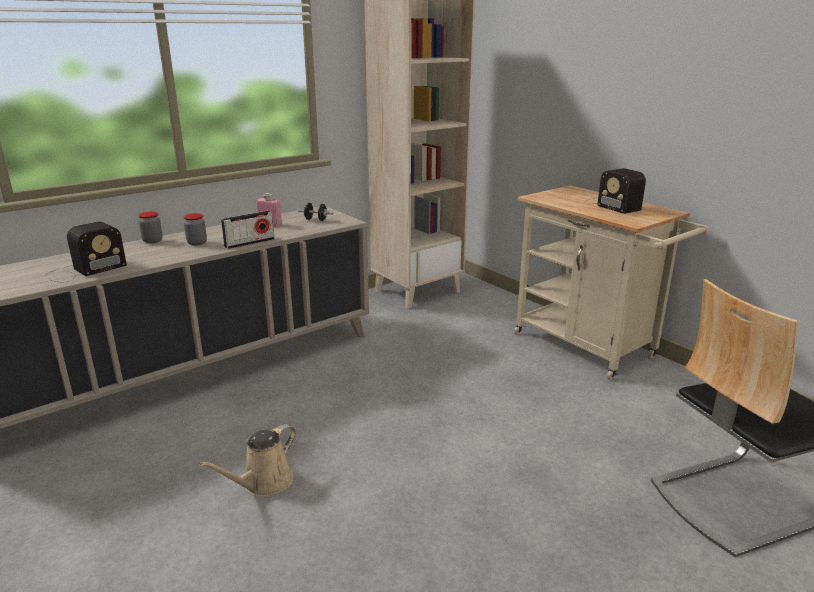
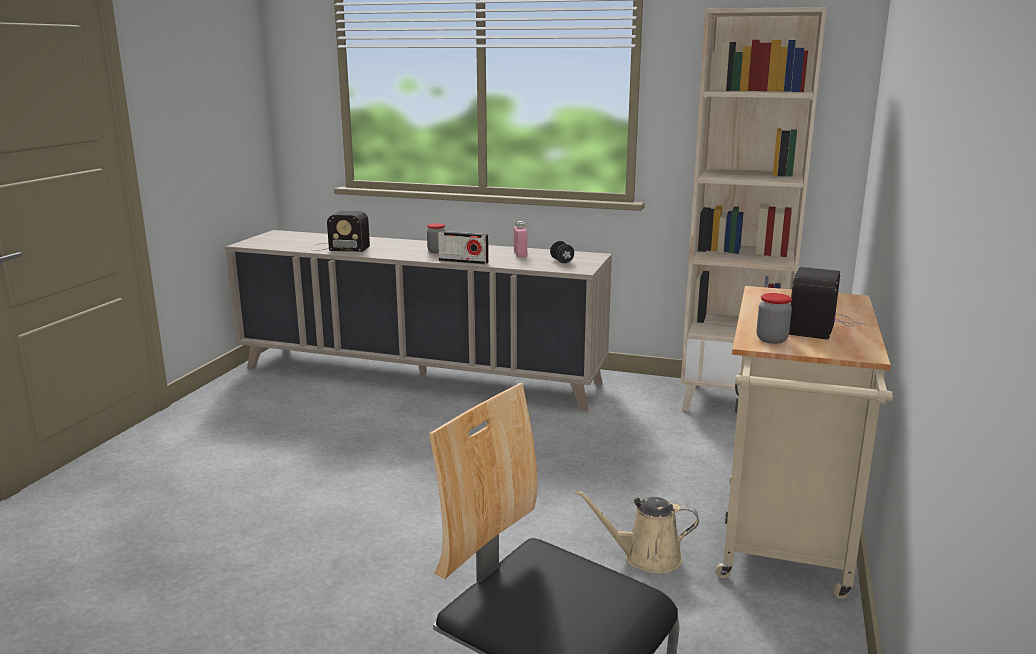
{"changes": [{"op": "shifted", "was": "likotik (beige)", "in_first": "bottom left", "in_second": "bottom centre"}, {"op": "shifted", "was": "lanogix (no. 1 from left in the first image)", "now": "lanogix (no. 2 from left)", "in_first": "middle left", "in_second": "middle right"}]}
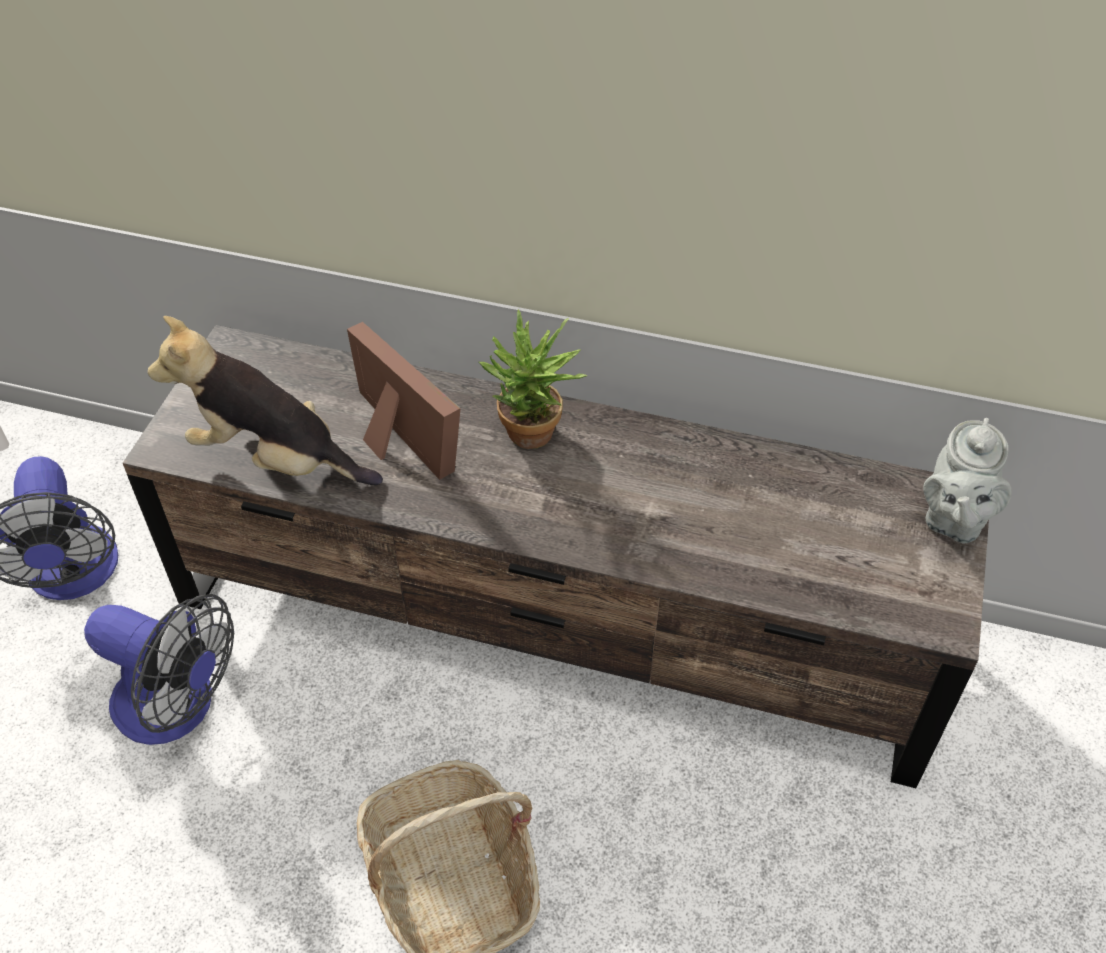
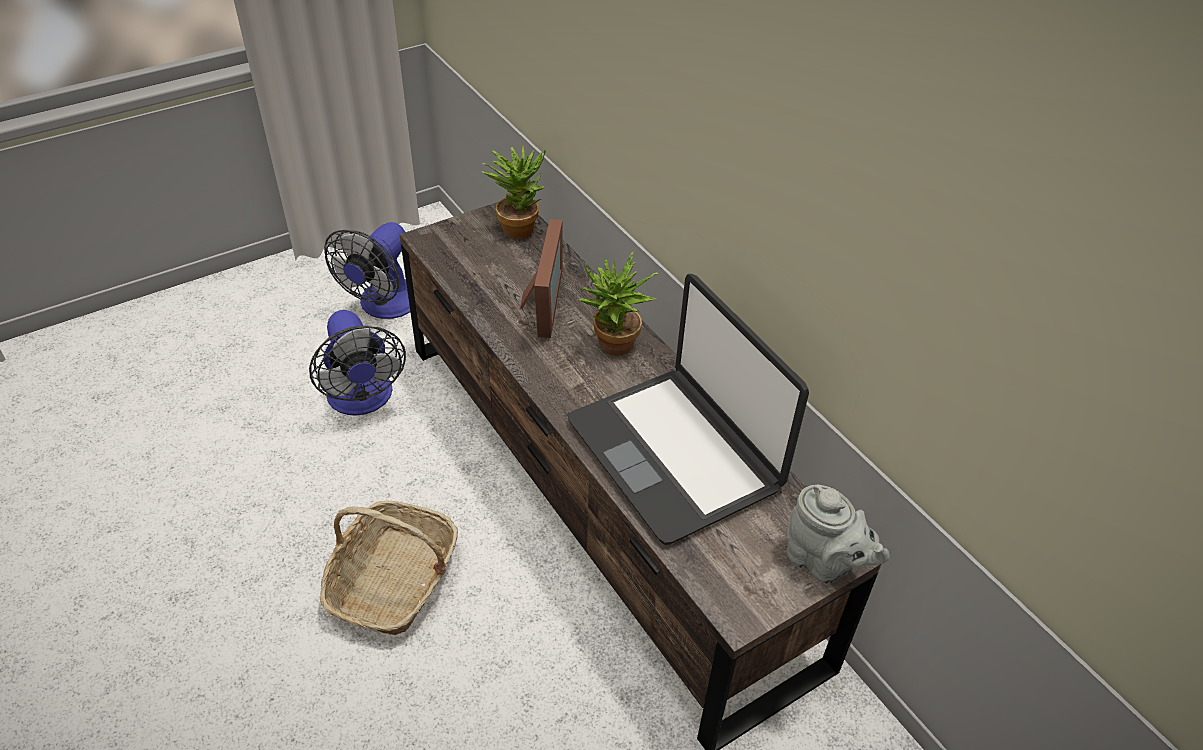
{"changes": [{"op": "new", "now": "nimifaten (no. 1 from left)", "in_second": "top centre"}, {"op": "new", "now": "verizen", "in_second": "centre"}, {"op": "rotated", "was": "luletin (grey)", "in_first": "middle right", "in_second": "bottom right", "clockwise": -105}, {"op": "gone", "was": "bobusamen", "in_first": "middle left"}]}
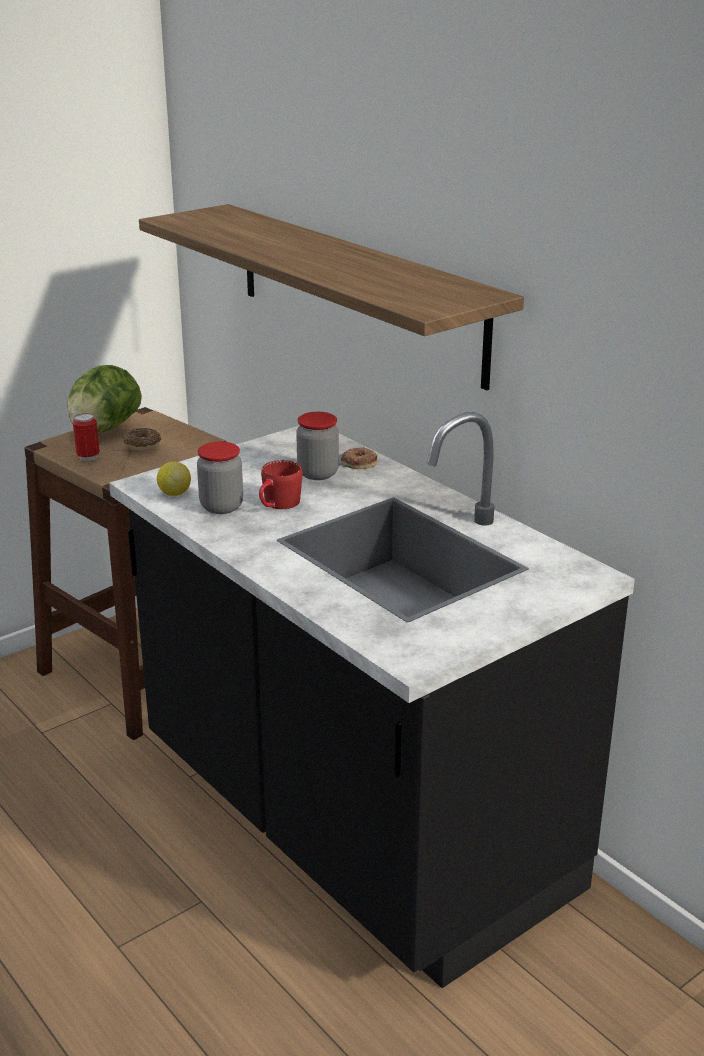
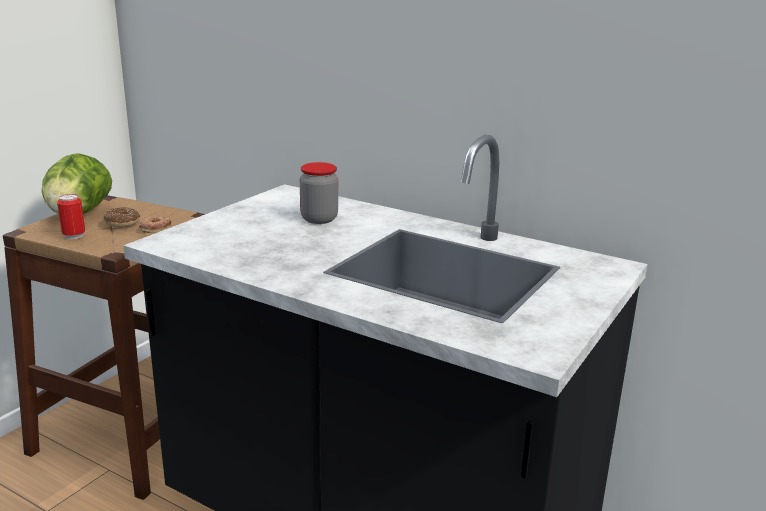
{"changes": [{"op": "shifted", "was": "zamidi (no. 2 from left)", "in_first": "centre", "in_second": "middle left"}, {"op": "gone", "was": "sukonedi", "in_first": "top centre"}, {"op": "gone", "was": "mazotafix", "in_first": "middle left"}, {"op": "gone", "was": "lanogix (no. 1 from left)", "in_first": "middle left"}, {"op": "gone", "was": "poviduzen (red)", "in_first": "centre"}]}
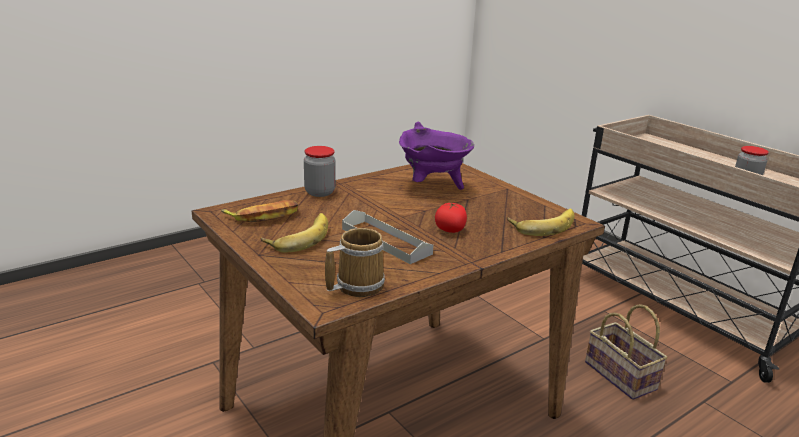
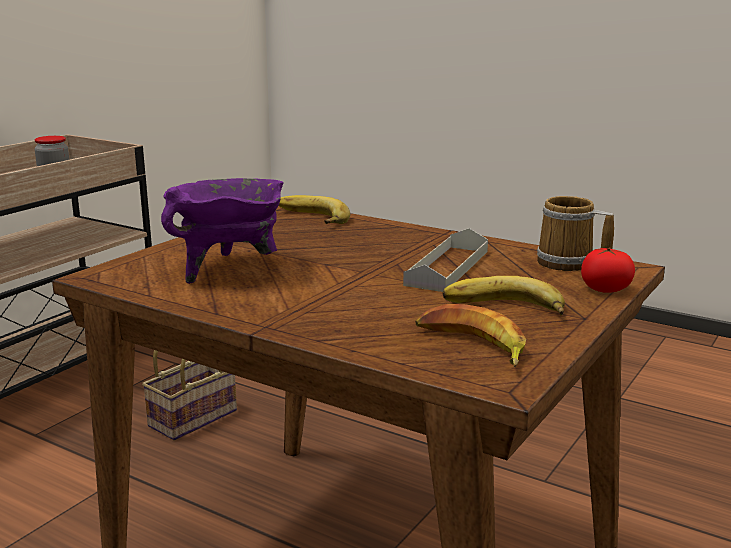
{"changes": [{"op": "shifted", "was": "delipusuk", "in_first": "centre", "in_second": "middle right"}, {"op": "gone", "was": "lanogix (no. 1 from left)", "in_first": "centre"}]}
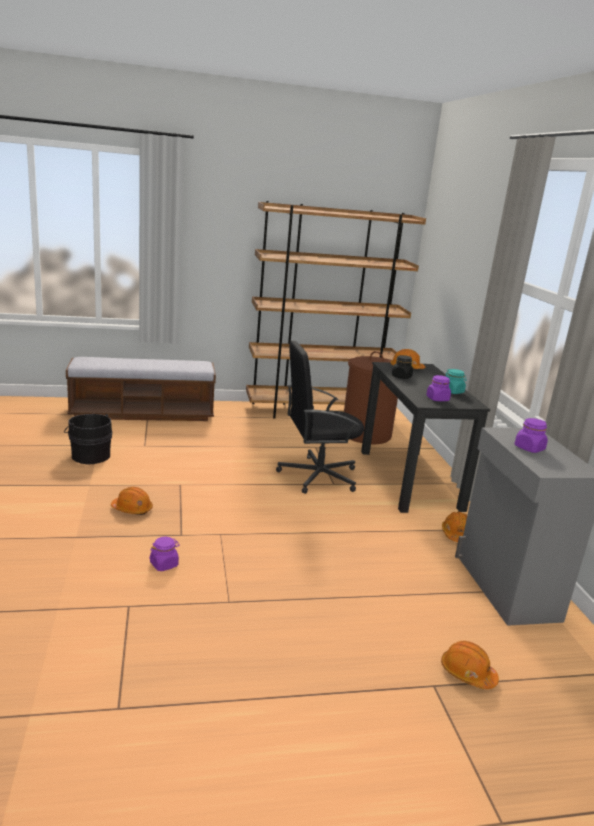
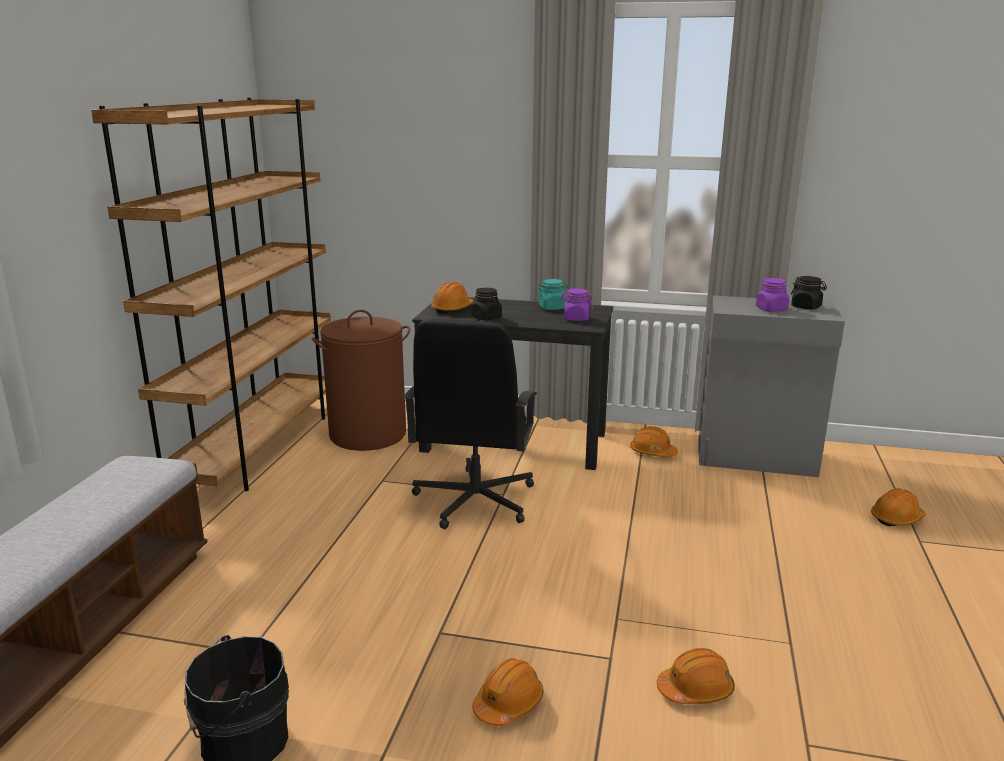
{"changes": [{"op": "swapped", "was": "lanogix (purple) (no. 1 from left)", "now": "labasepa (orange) (no. 4 from left)", "in_first": "bottom left", "in_second": "bottom right"}, {"op": "new", "now": "lanogix (black) (no. 2 from left)", "in_second": "middle right"}]}
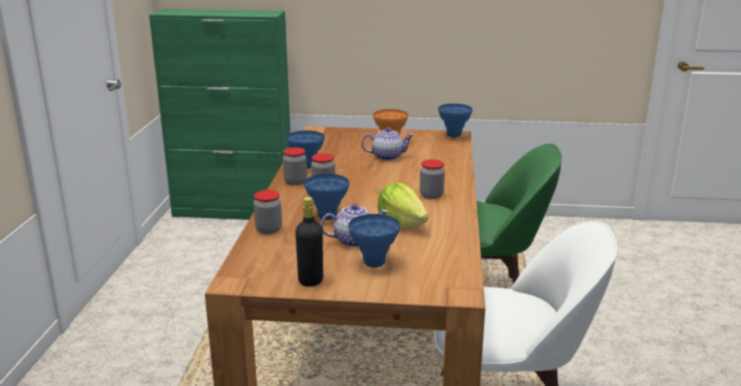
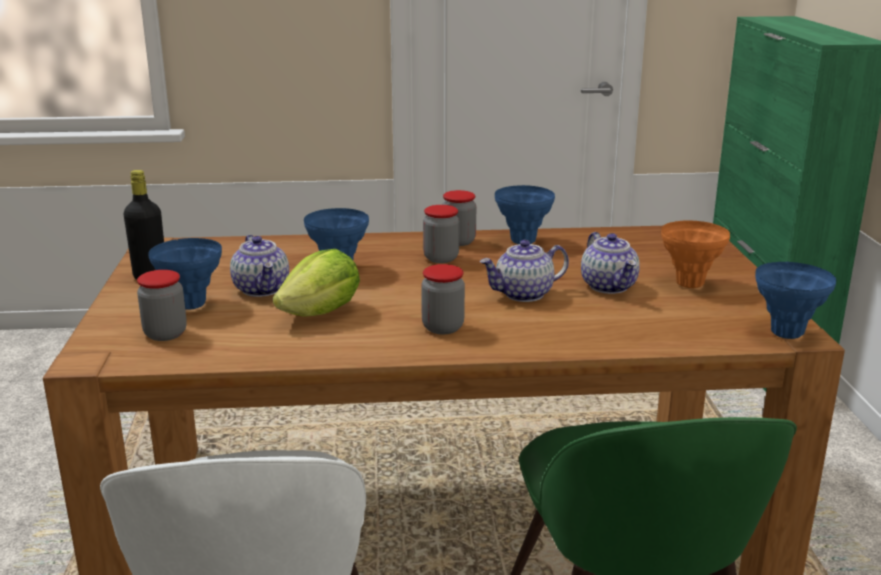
{"changes": [{"op": "shifted", "was": "lanogix (no. 1 from left)", "in_first": "centre", "in_second": "middle left"}, {"op": "new", "now": "luletin (no. 2 from left)", "in_second": "centre"}]}
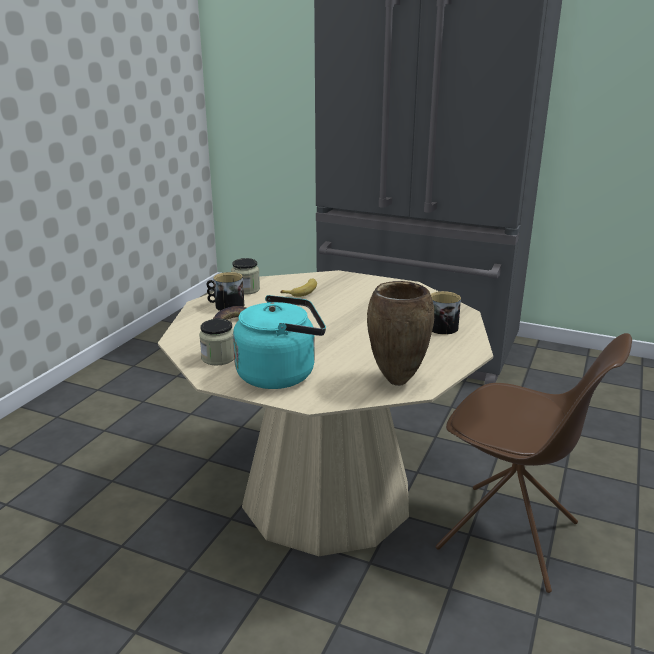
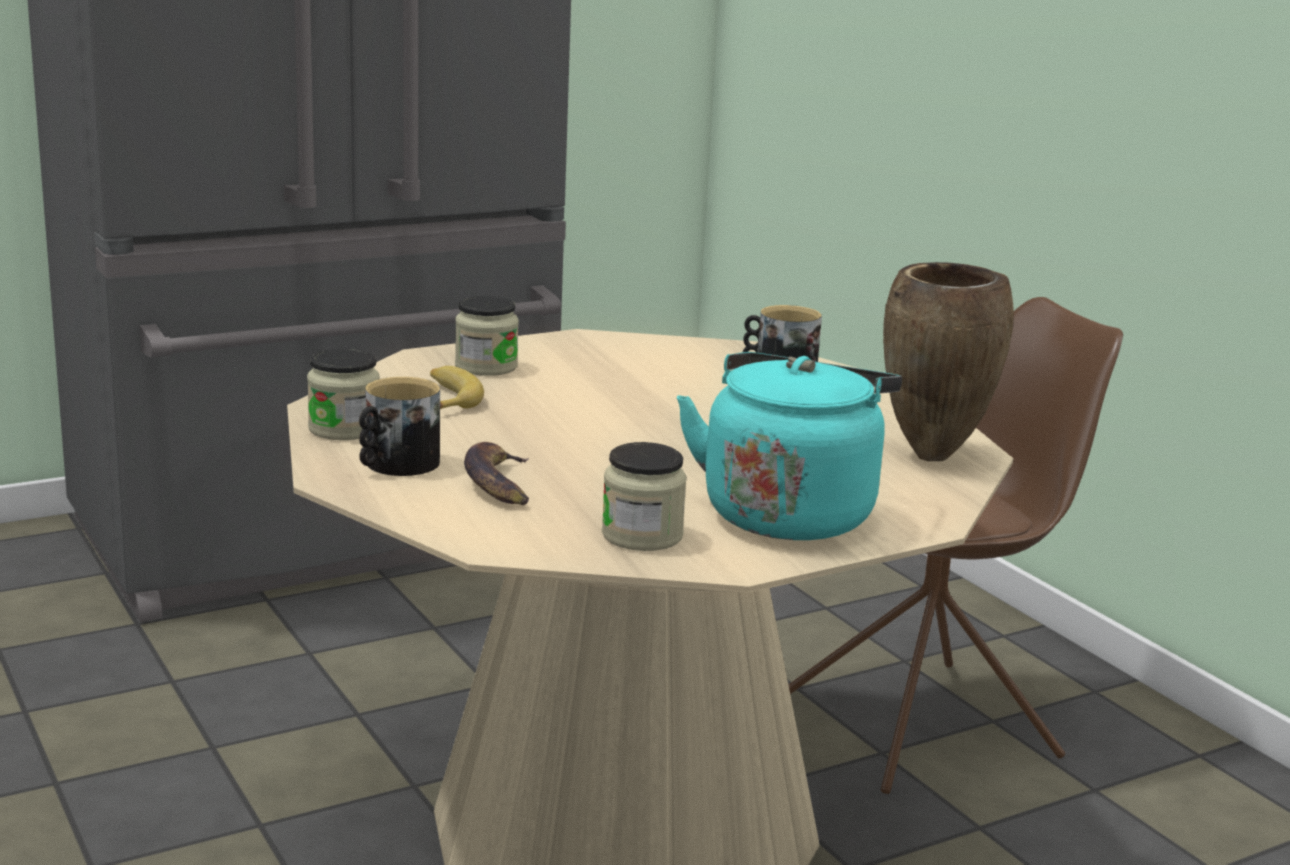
{"changes": [{"op": "new", "now": "lanogix (no. 2 from left)", "in_second": "centre"}]}
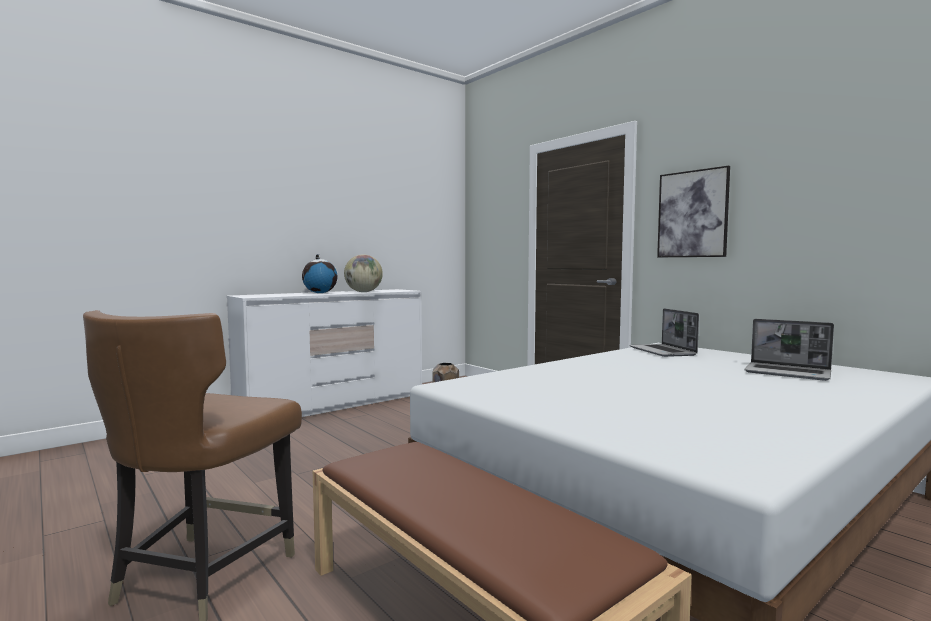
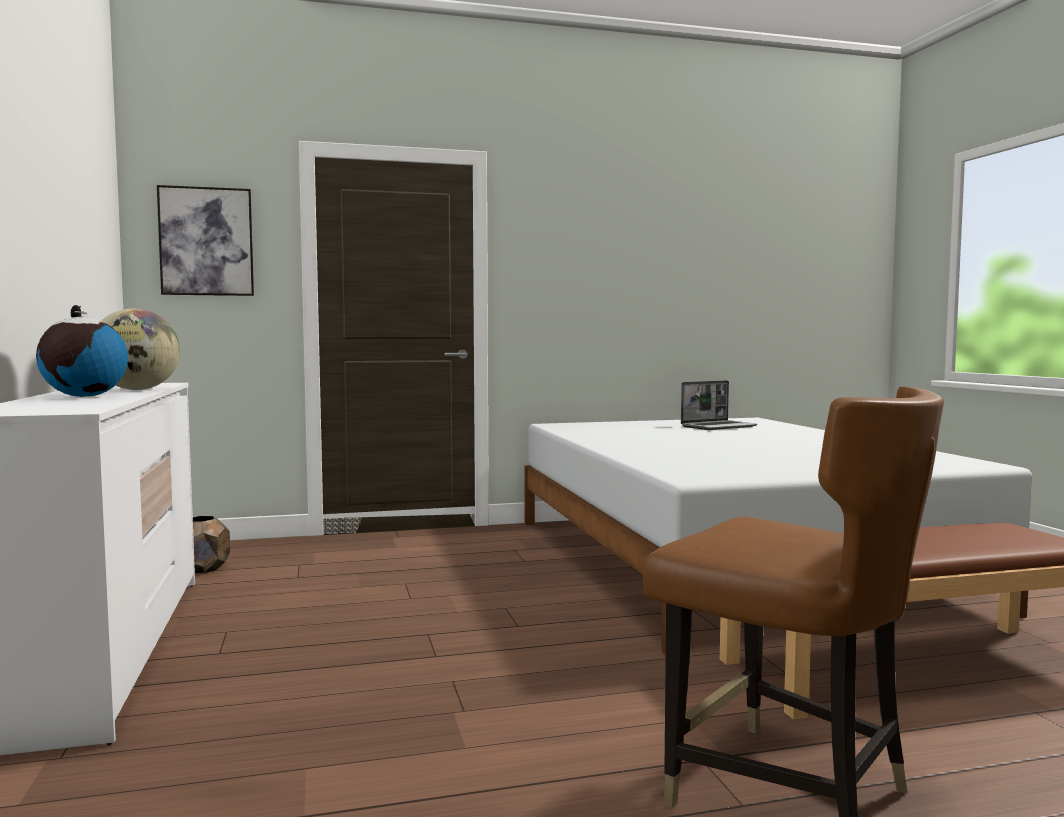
{"changes": [{"op": "shifted", "was": "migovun", "in_first": "middle right", "in_second": "top left"}, {"op": "gone", "was": "verizen (no. 1 from left)", "in_first": "middle right"}]}
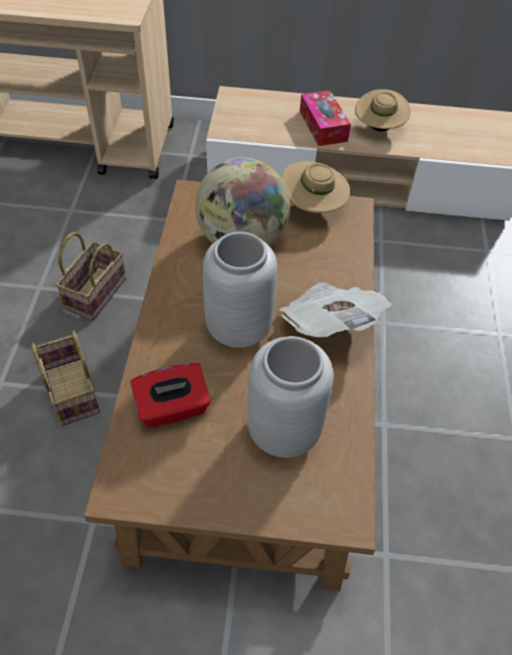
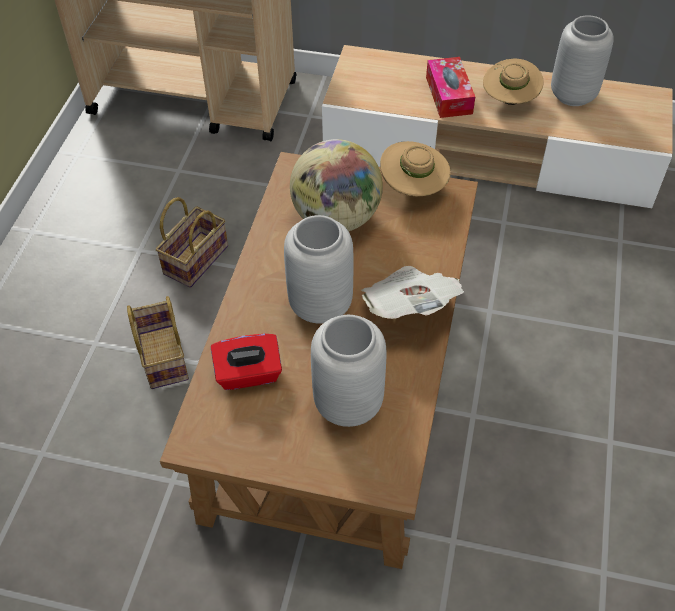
{"changes": [{"op": "new", "now": "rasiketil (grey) (no. 3 from left)", "in_second": "top right"}]}
